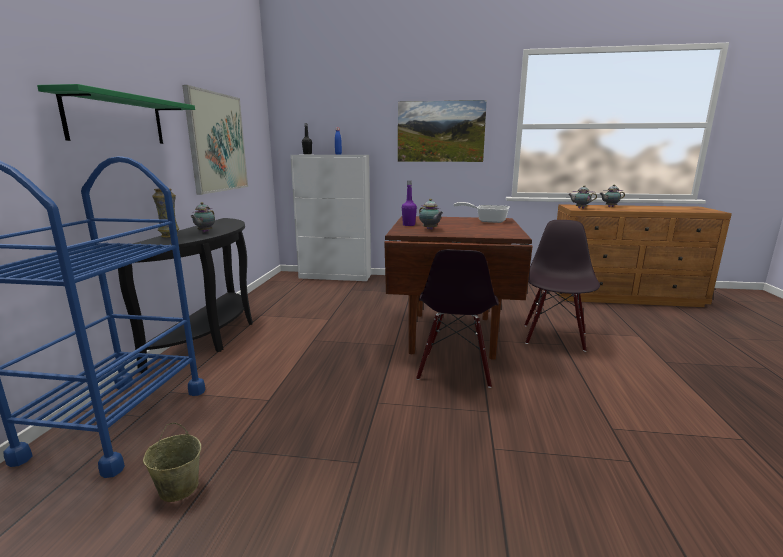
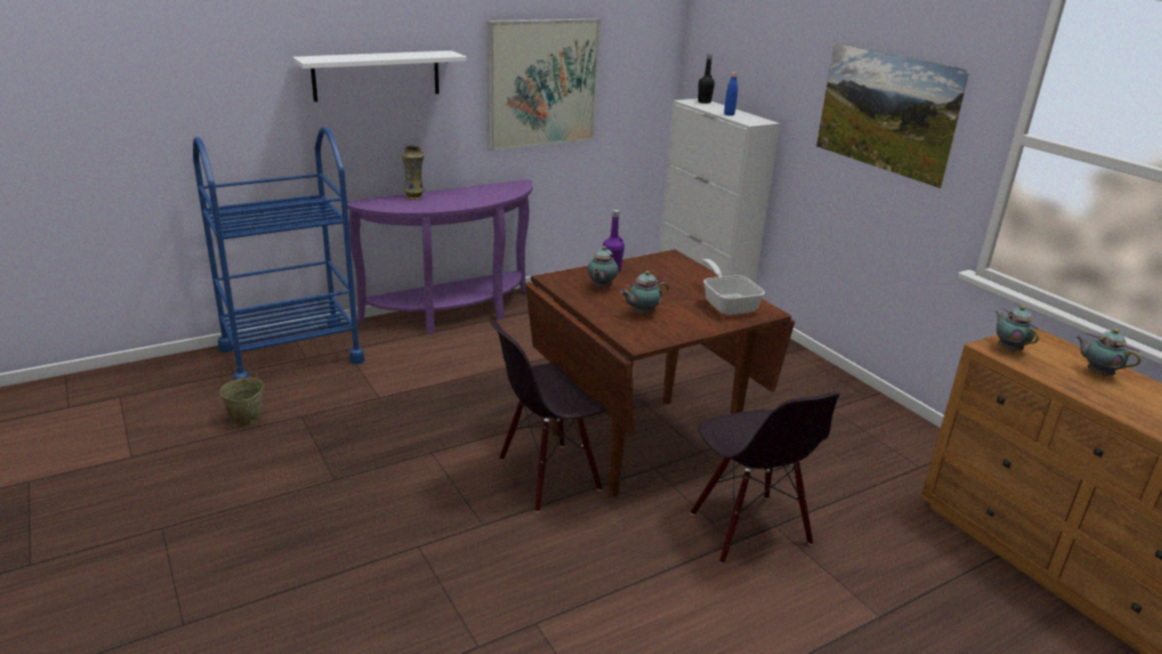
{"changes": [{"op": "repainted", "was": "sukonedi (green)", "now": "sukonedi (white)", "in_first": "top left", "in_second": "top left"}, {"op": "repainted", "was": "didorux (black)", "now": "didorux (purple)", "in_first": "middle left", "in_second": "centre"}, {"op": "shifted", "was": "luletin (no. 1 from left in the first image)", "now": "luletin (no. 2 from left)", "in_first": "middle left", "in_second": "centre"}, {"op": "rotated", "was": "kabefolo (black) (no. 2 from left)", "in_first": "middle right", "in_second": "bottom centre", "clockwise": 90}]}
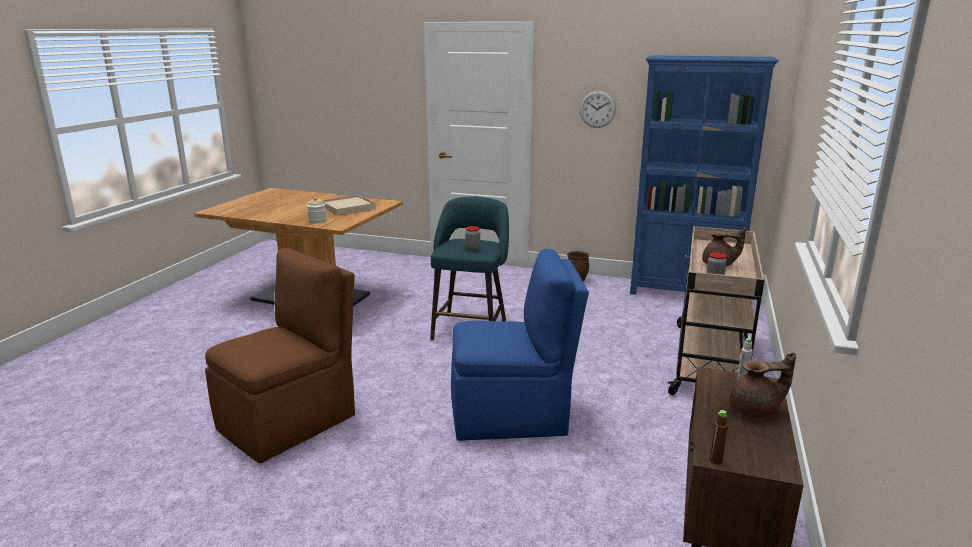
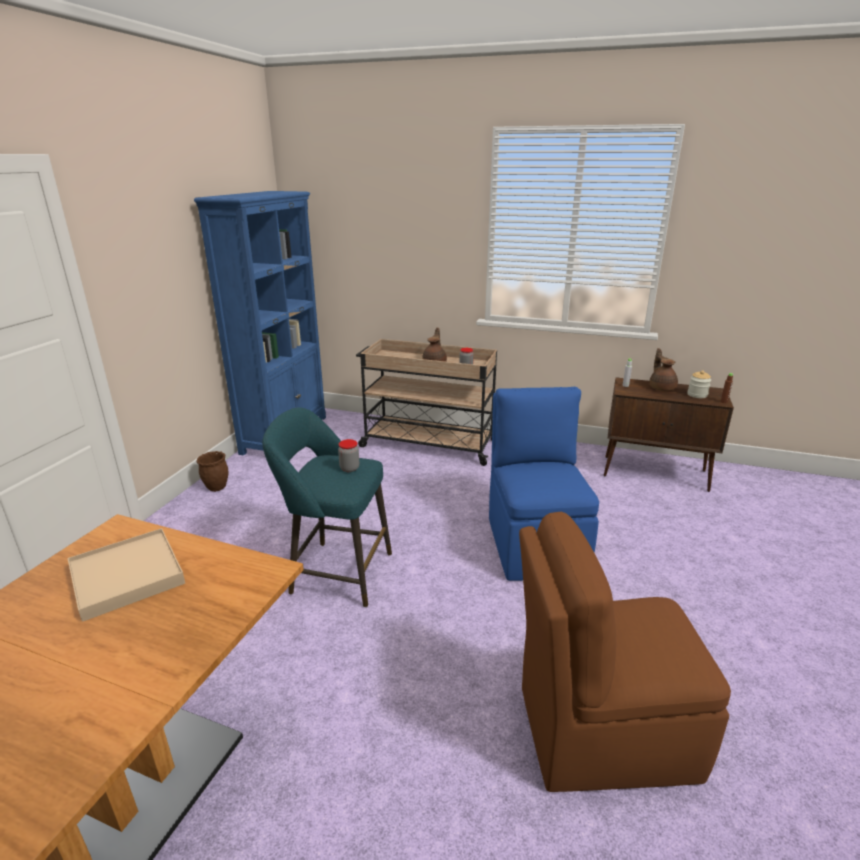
{"changes": [{"op": "rotated", "was": "kabefolo (brown)", "in_first": "middle left", "in_second": "bottom right", "clockwise": -45}, {"op": "shifted", "was": "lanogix (no. 1 from left in the first image)", "now": "lanogix (no. 3 from left)", "in_first": "middle left", "in_second": "middle right"}, {"op": "gone", "was": "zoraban", "in_first": "top centre"}]}
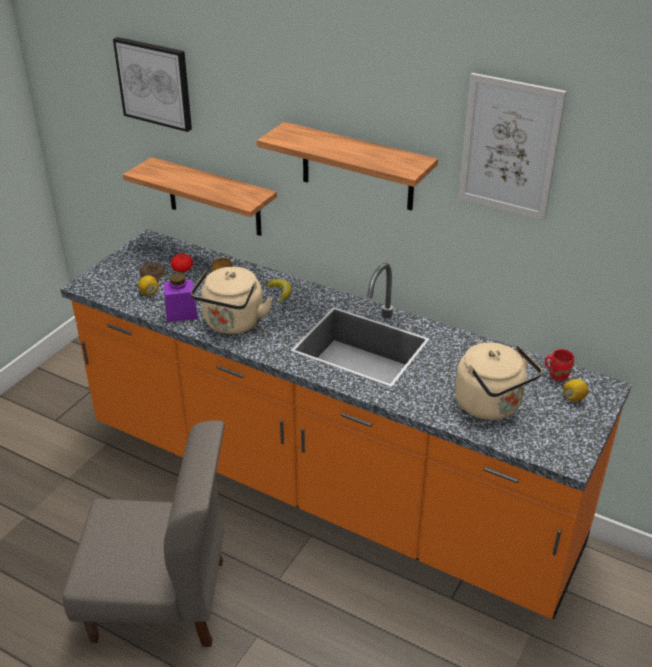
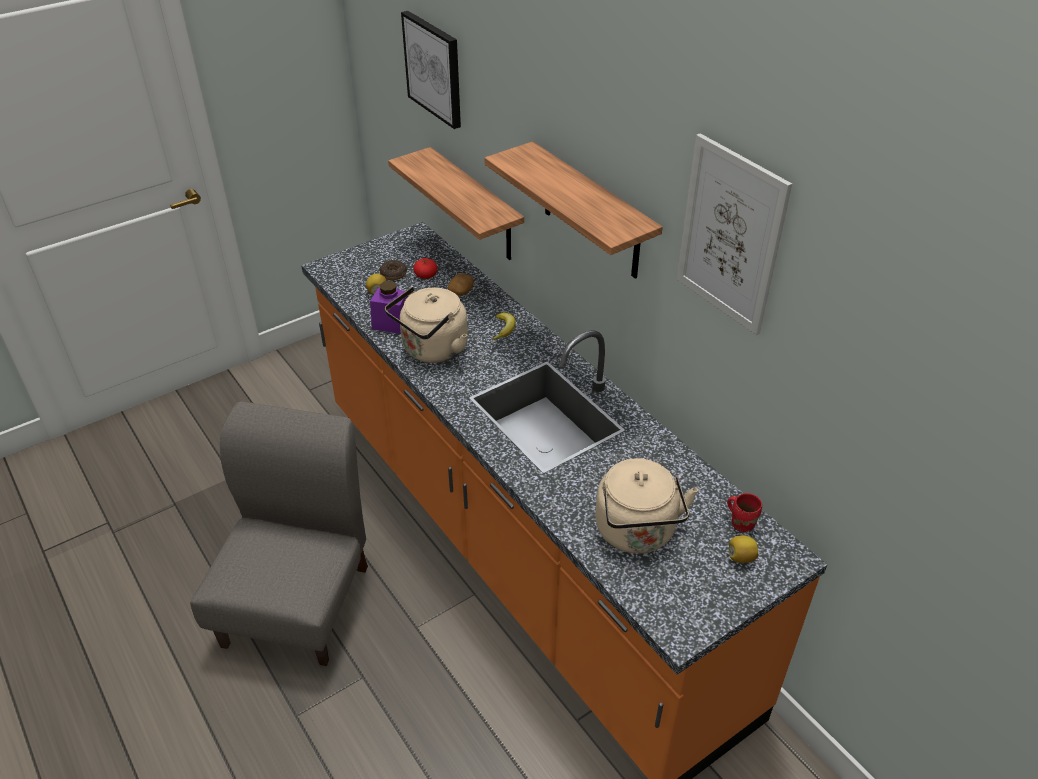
{"changes": [{"op": "rotated", "was": "kabefolo (grey)", "in_first": "bottom left", "in_second": "bottom left", "clockwise": -105}]}
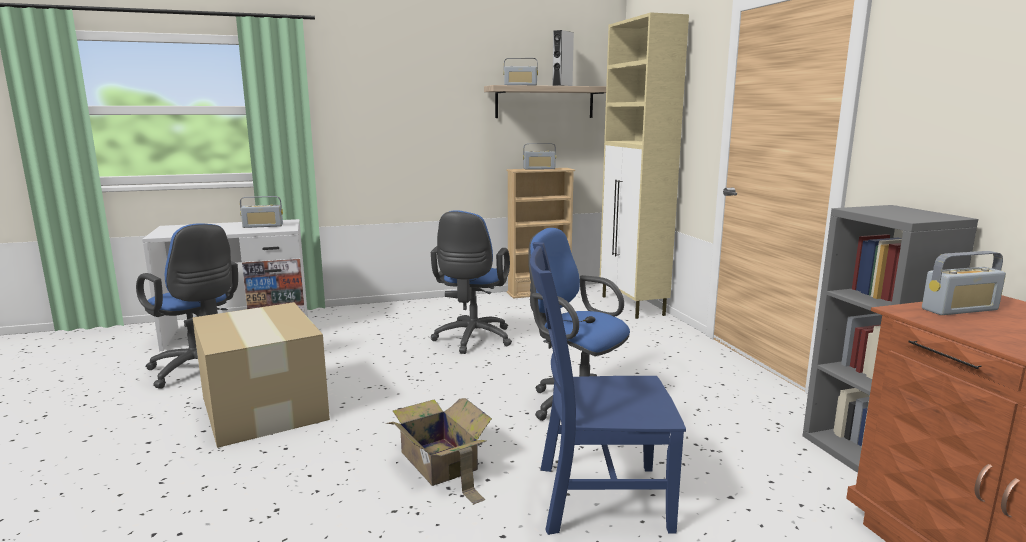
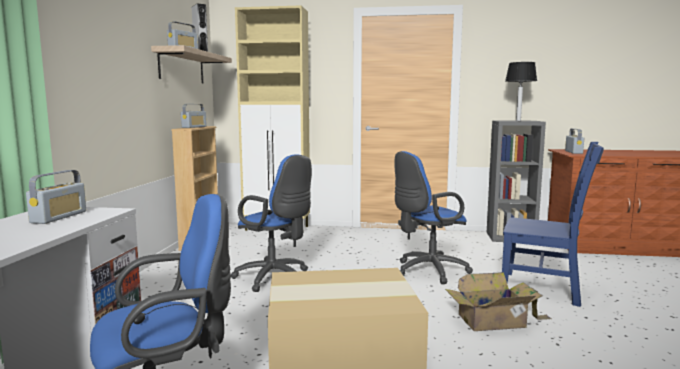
{"changes": [{"op": "rotated", "was": "kabefolo (blue)", "in_first": "bottom centre", "in_second": "middle right", "clockwise": -90}, {"op": "new", "now": "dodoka", "in_second": "top right"}]}
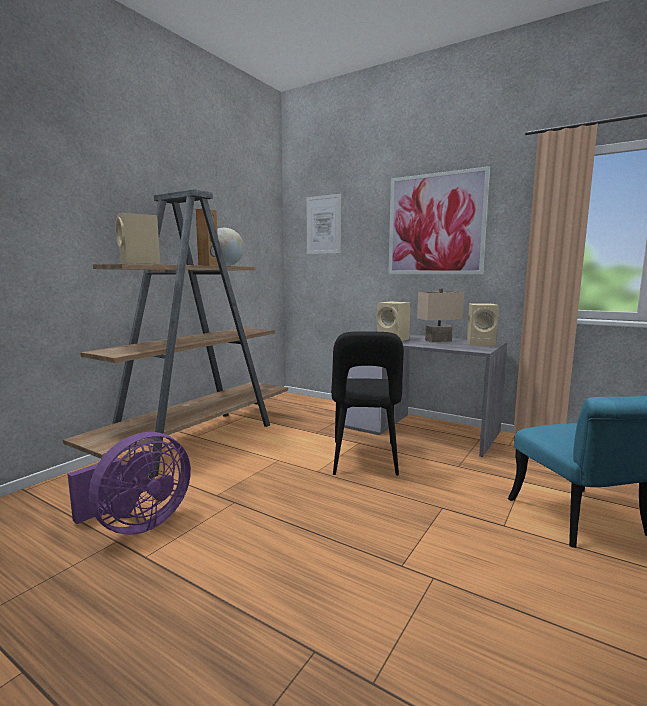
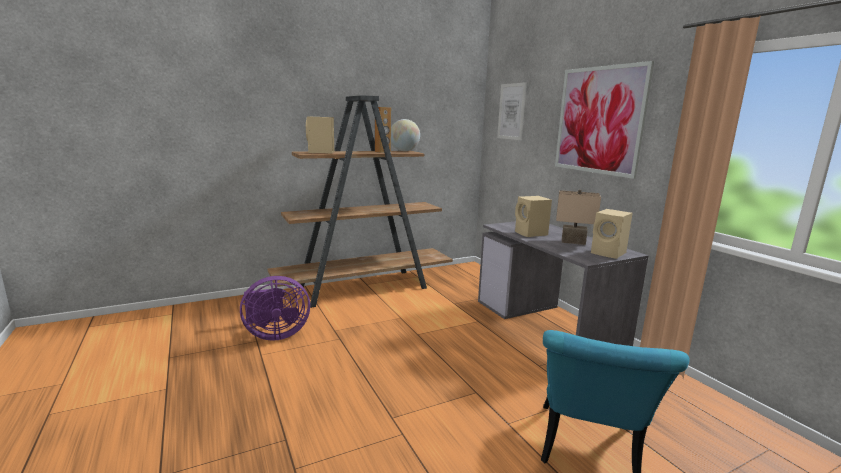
{"changes": [{"op": "gone", "was": "kabefolo (black)", "in_first": "centre"}]}
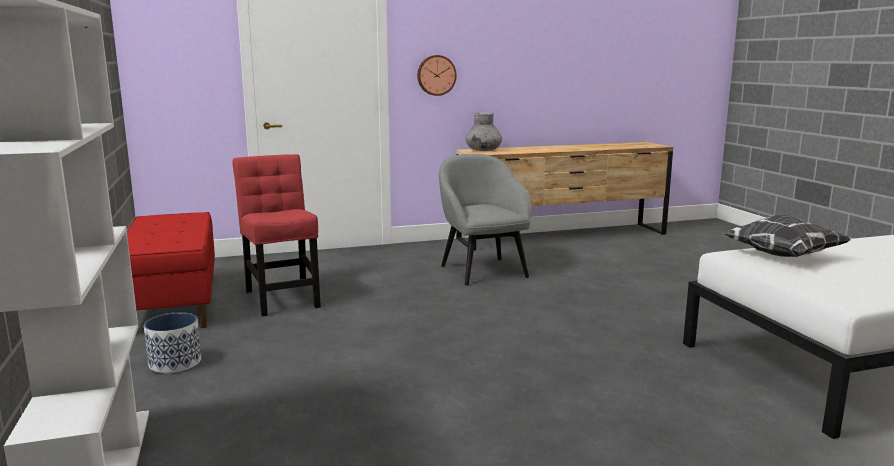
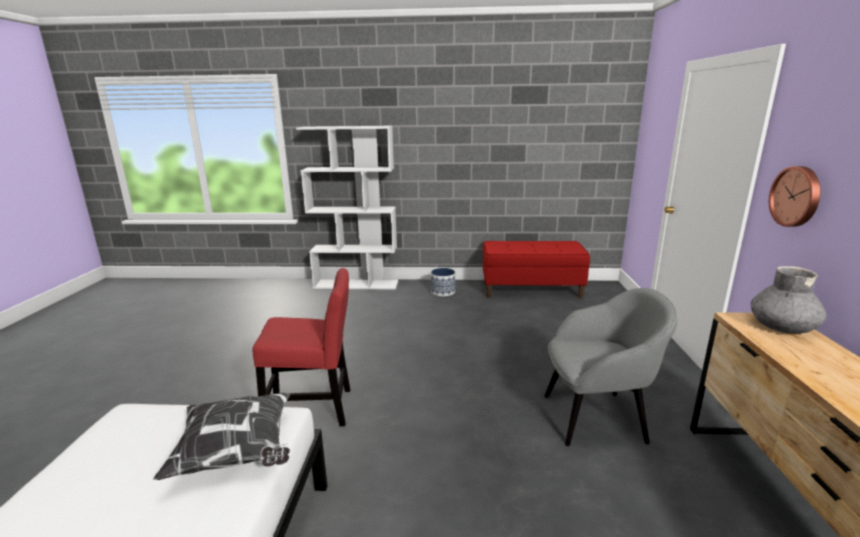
{"changes": [{"op": "shifted", "was": "kabefolo (red)", "in_first": "middle left", "in_second": "centre"}]}
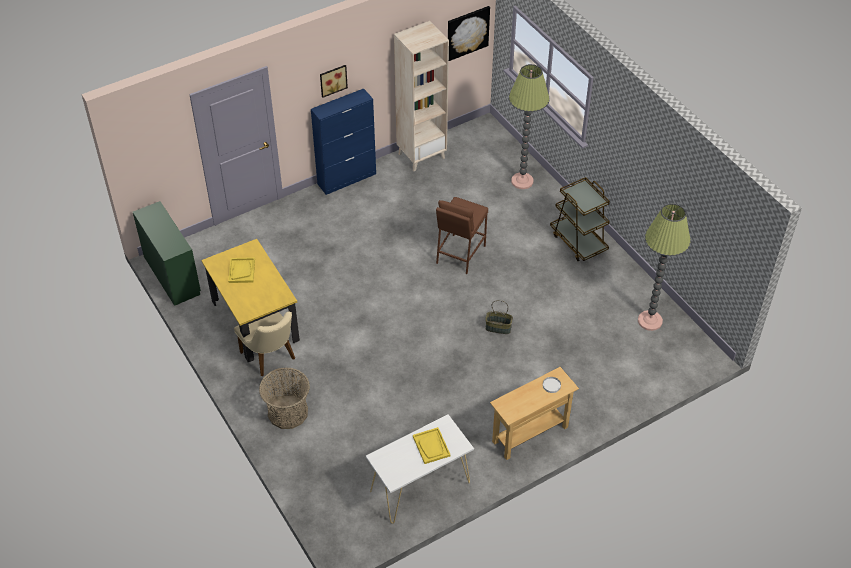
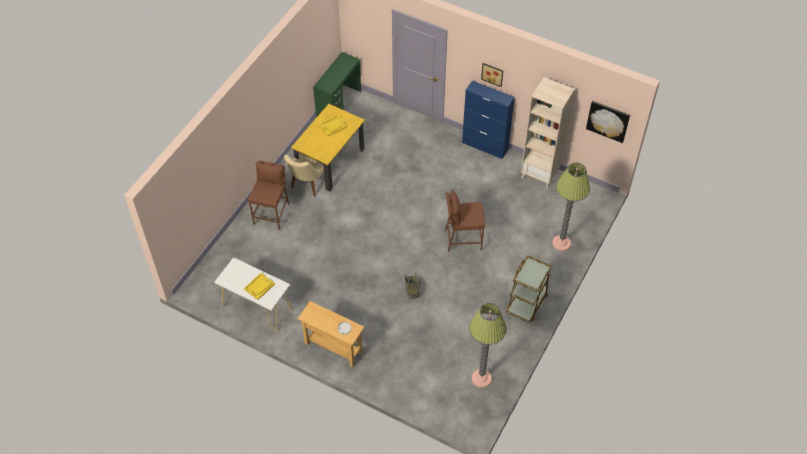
{"changes": [{"op": "swapped", "was": "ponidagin (no. 1 from left)", "now": "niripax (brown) (no. 1 from left)", "in_first": "bottom centre", "in_second": "middle left"}]}
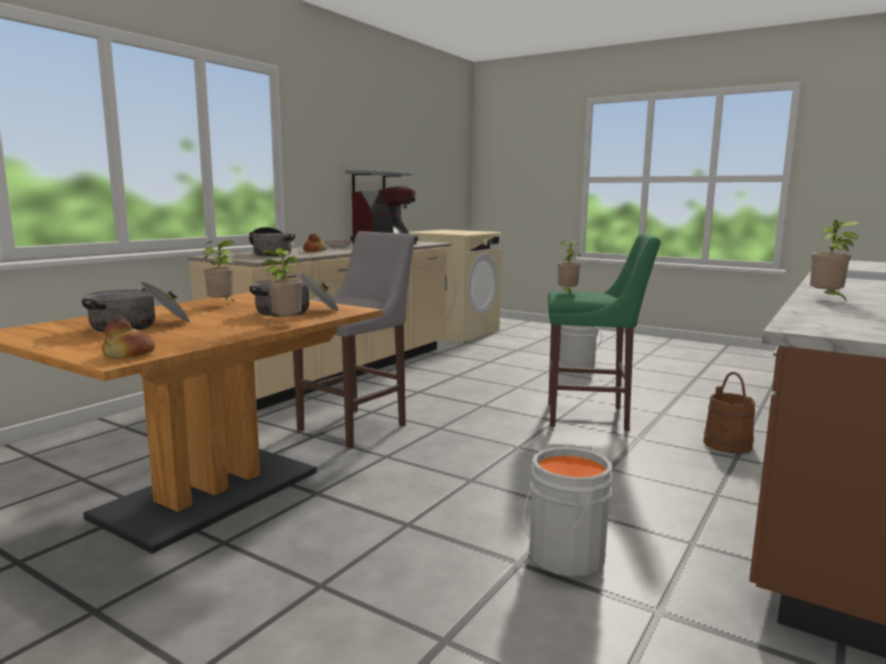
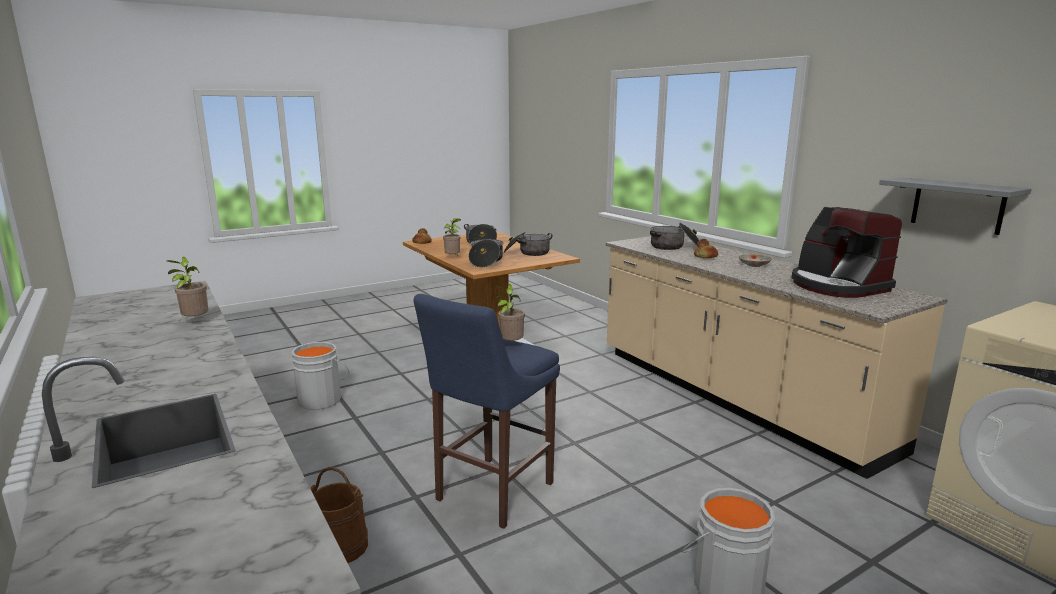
{"changes": [{"op": "repainted", "was": "niripax (green)", "now": "niripax (blue)", "in_first": "middle right", "in_second": "bottom centre"}, {"op": "swapped", "was": "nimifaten (no. 1 from left)", "now": "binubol (no. 3 from left)", "in_first": "middle left", "in_second": "centre"}, {"op": "gone", "was": "niripax (grey)", "in_first": "centre"}]}
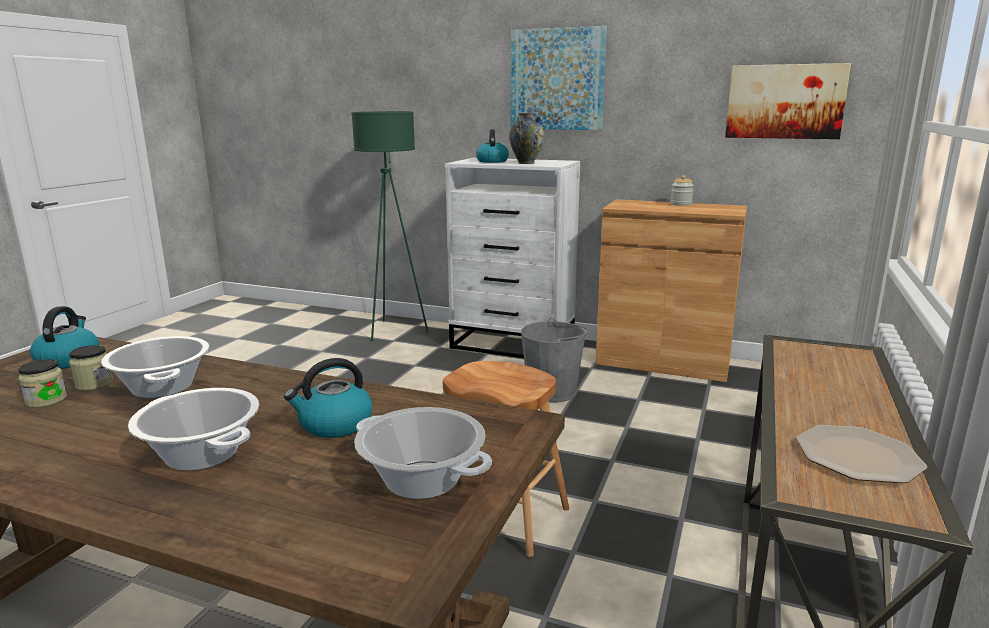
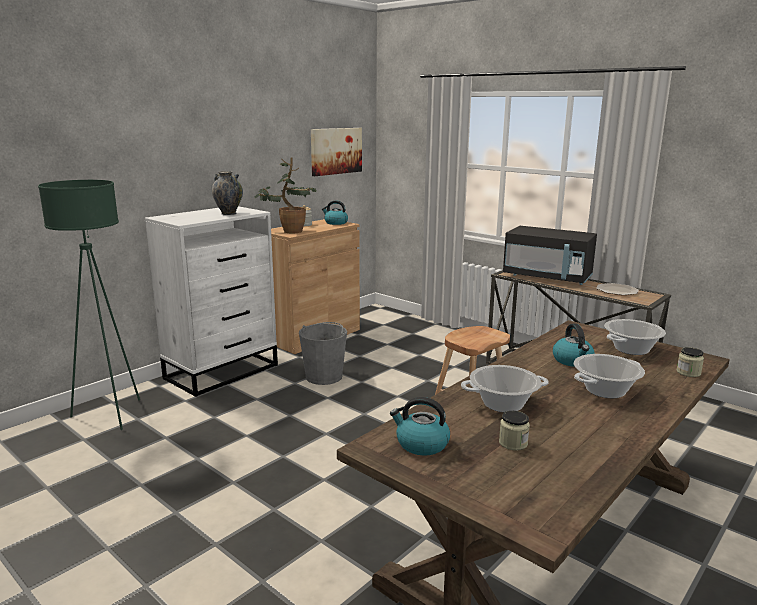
{"changes": [{"op": "new", "now": "nimifaten", "in_second": "top centre"}, {"op": "shifted", "was": "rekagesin (no. 3 from left in the first image)", "now": "rekagesin (no. 1 from left)", "in_first": "top centre", "in_second": "centre"}, {"op": "new", "now": "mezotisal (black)", "in_second": "middle right"}, {"op": "shifted", "was": "lanogix (no. 2 from left in the first image)", "now": "lanogix (no. 3 from left)", "in_first": "middle left", "in_second": "middle right"}, {"op": "gone", "was": "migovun (no. 1 from left)", "in_first": "top centre"}]}
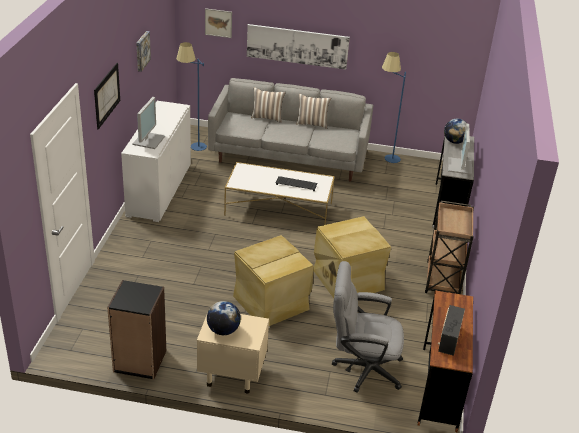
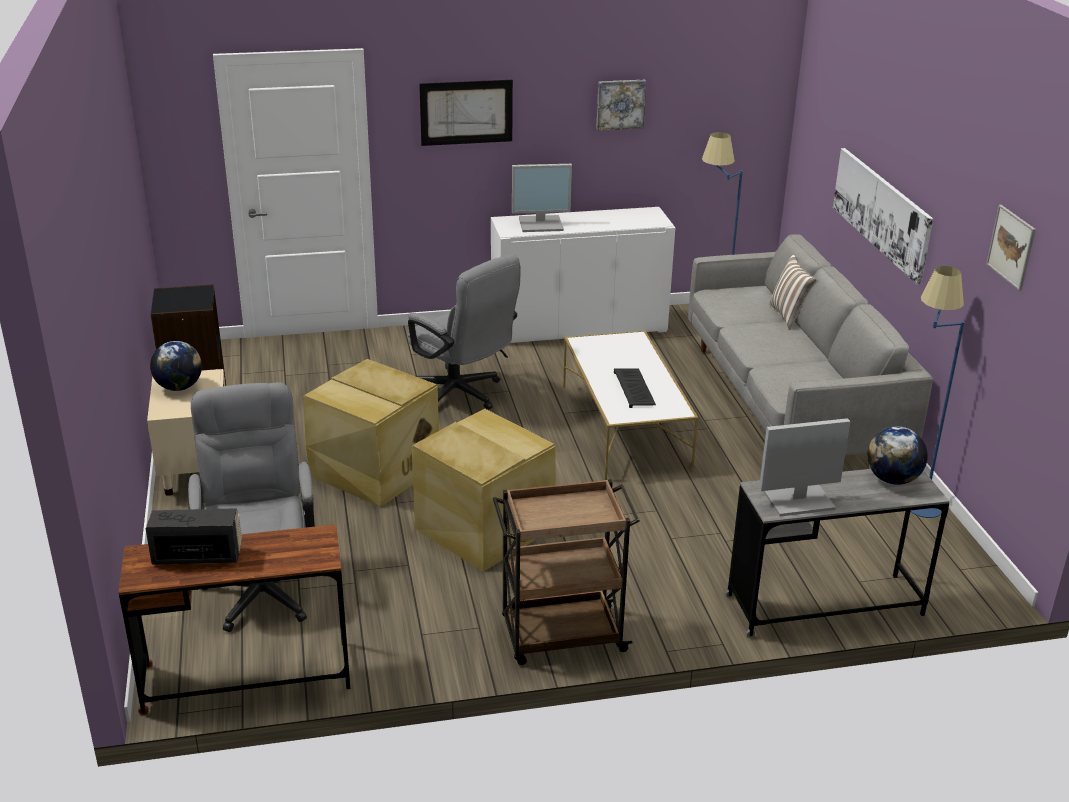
{"changes": [{"op": "new", "now": "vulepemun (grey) (no. 2 from left)", "in_second": "centre"}, {"op": "shifted", "was": "migovun (no. 3 from left in the first image)", "now": "migovun (no. 4 from left)", "in_first": "top centre", "in_second": "top right"}, {"op": "gone", "was": "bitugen (no. 2 from left)", "in_first": "top centre"}]}
